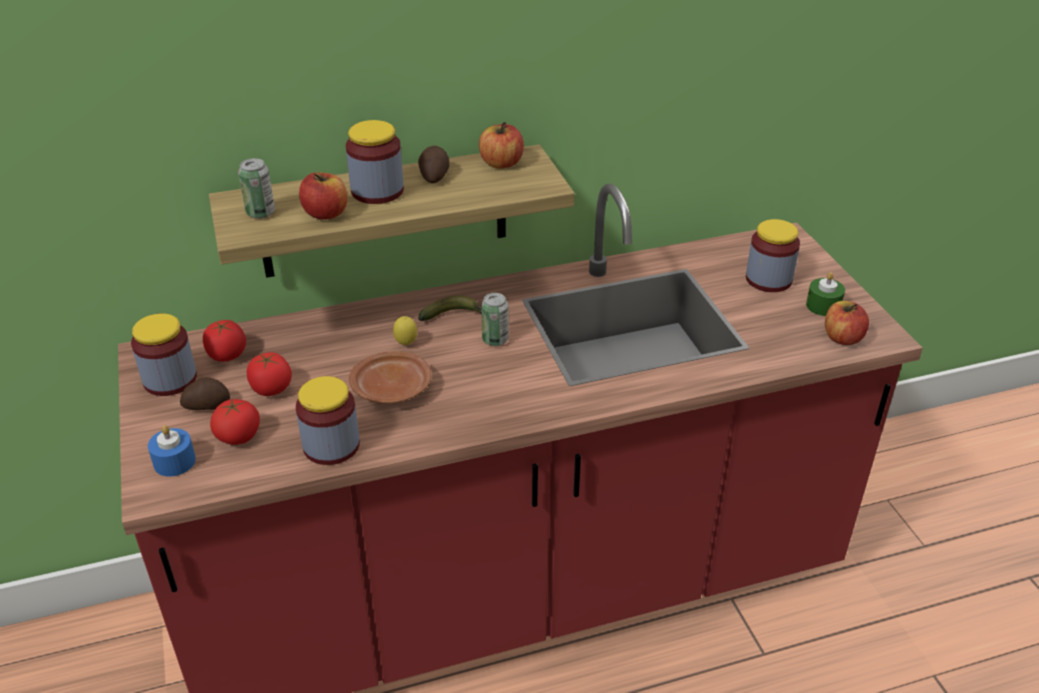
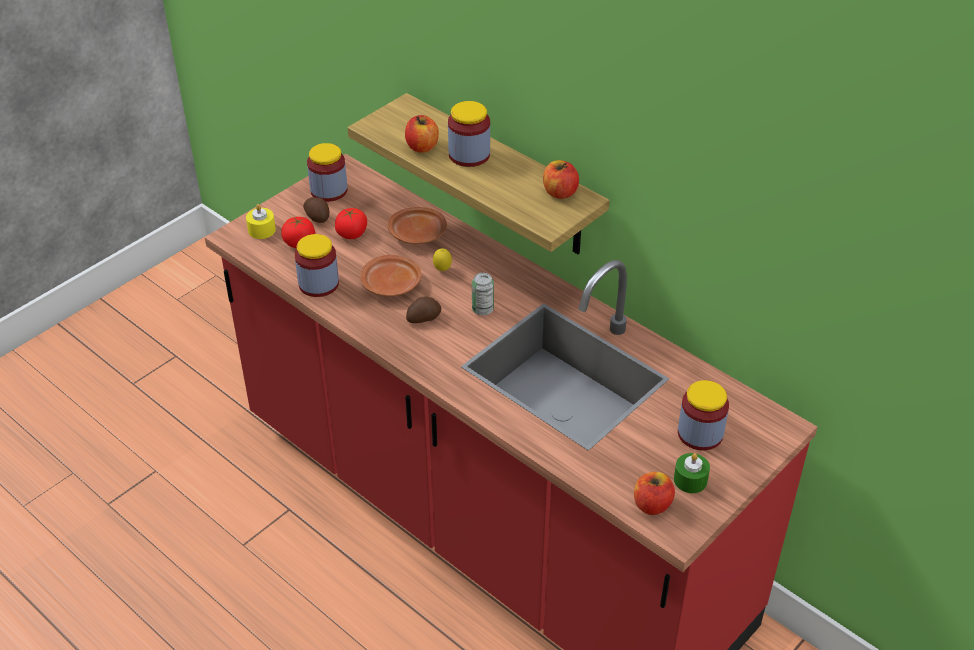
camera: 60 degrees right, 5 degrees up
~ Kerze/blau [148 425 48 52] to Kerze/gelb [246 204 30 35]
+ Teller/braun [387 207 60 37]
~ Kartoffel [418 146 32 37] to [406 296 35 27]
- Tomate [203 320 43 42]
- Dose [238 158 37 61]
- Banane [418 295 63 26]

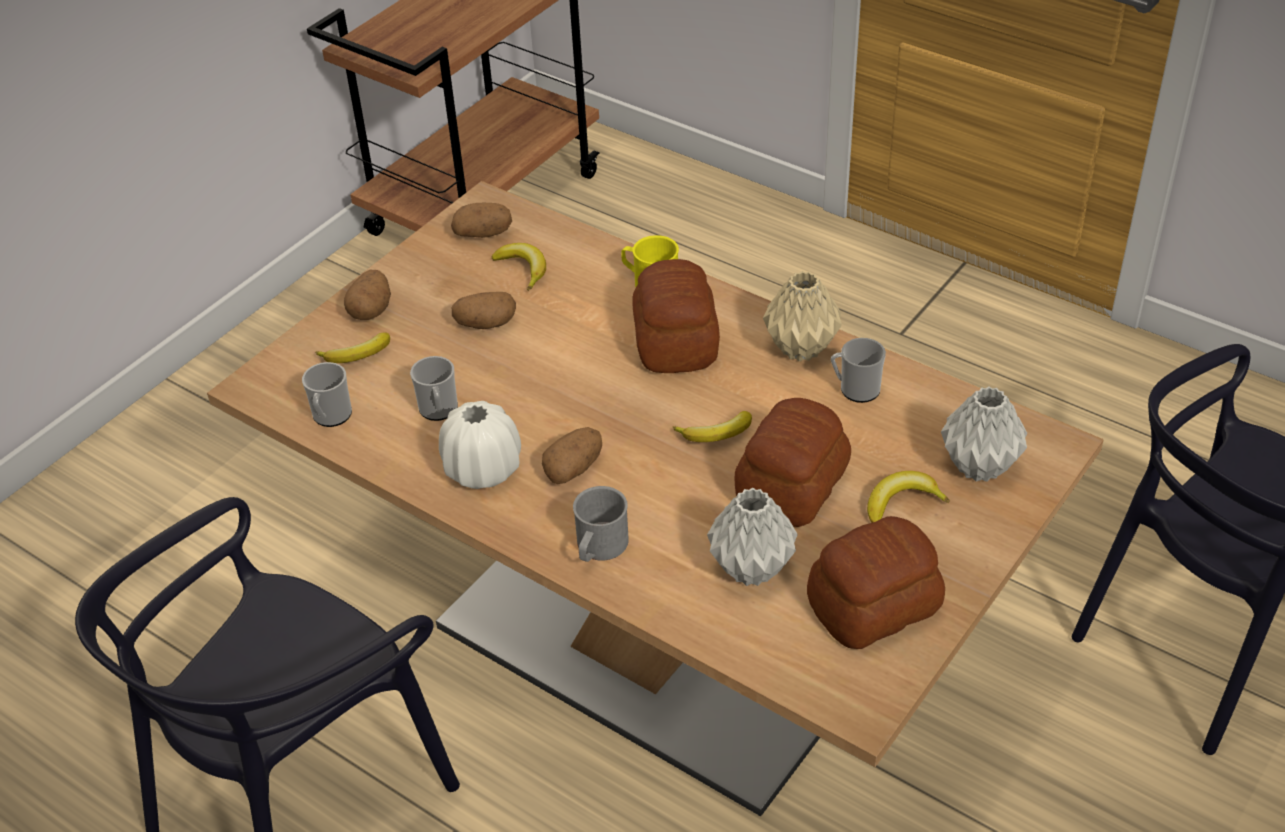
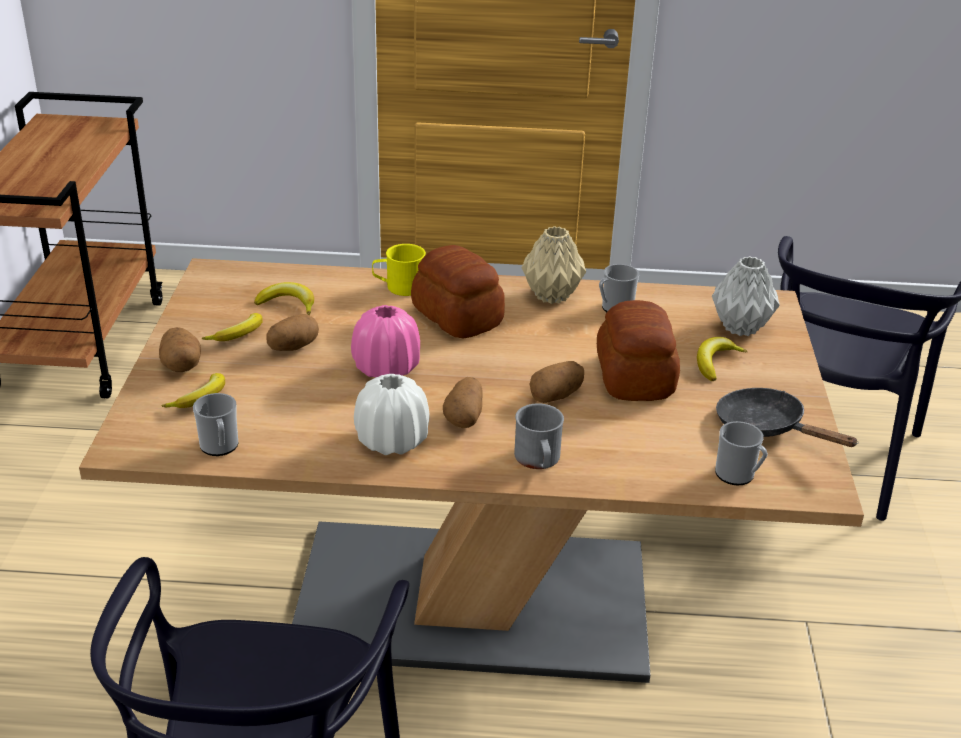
camera: 35 degrees left, 10 degrees down
~ Banane [673 411 79 31] to [202 313 61 28]
+ Vase/rosa [351 305 69 73]
~ Kartoffel [451 203 61 35] to [530 361 54 42]
~ Henkelbecher [410 356 48 65] to [715 421 53 65]
~ Brot [807 516 138 133] to Pfanne/schwarz [716 388 143 59]
- Vase/grau [707 488 91 98]

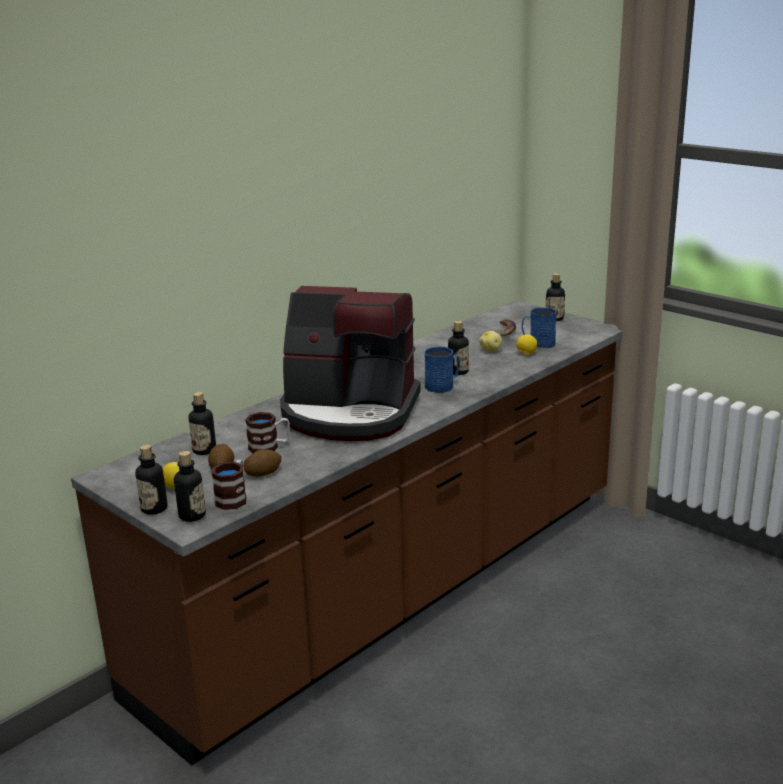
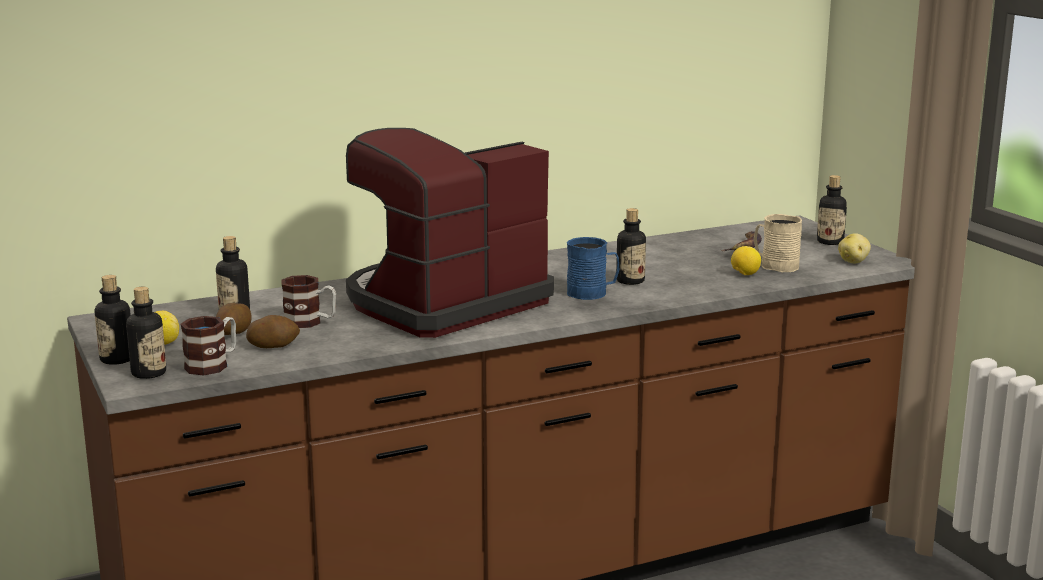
camera: 20 degrees right, 5 degrees down
~ Kaffeemaschine [280 286 141 155] = [346 128 208 210] 105 degrees clockwise
~ Henkelbecher/blau [522 308 35 40] to Henkelbecher/beige [754 214 48 58]
~ Kartoffel [479 331 23 21] to [838 233 33 30]

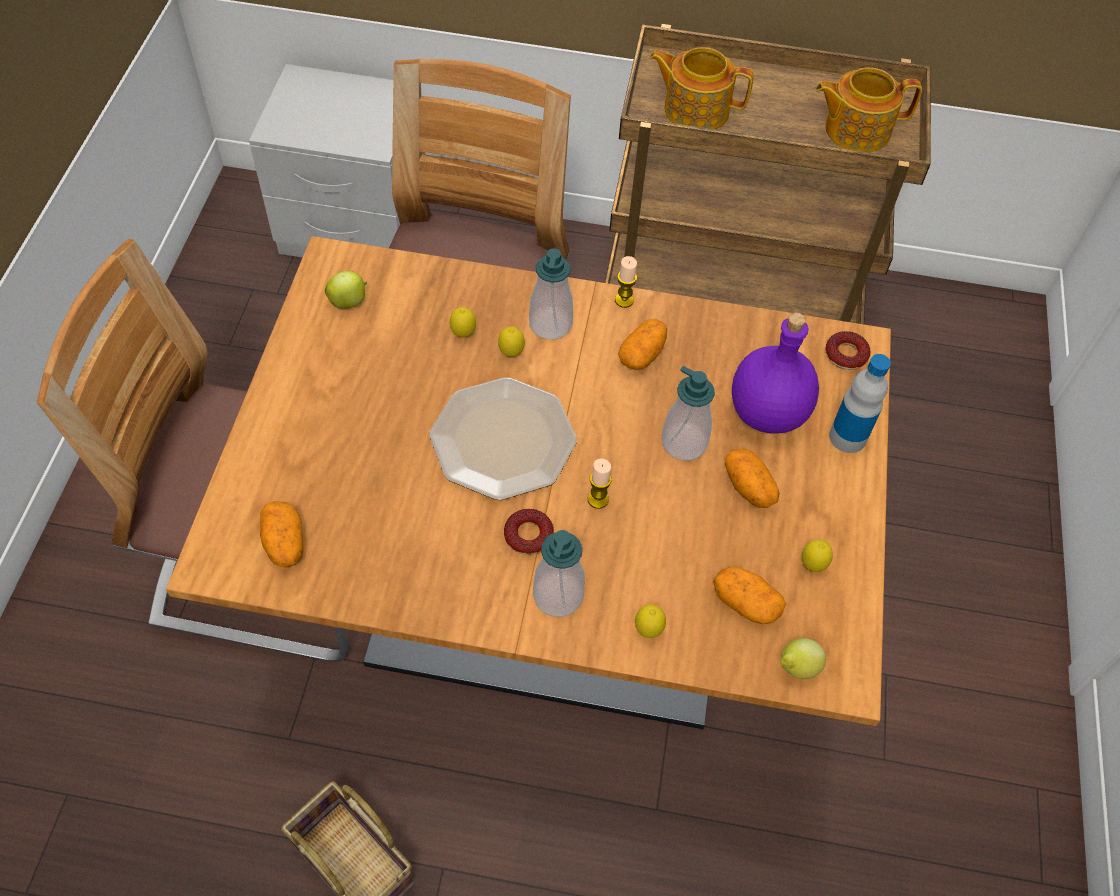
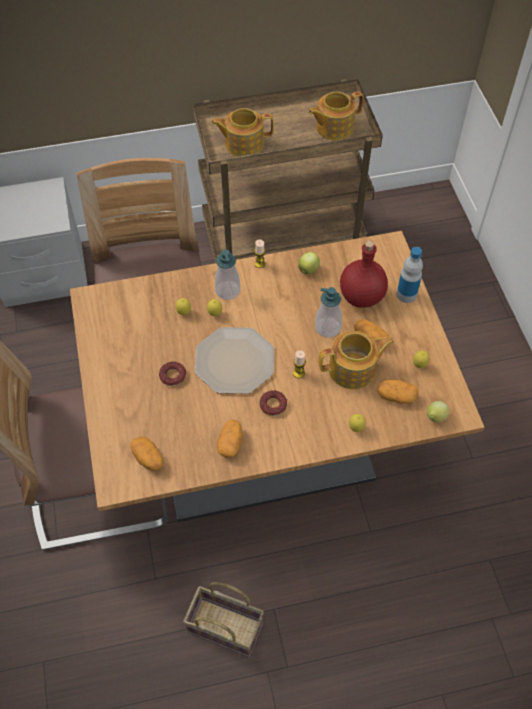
camera: 20 degrees left, 0 degrees up
~ Donut [825 331 46 39] to [159 362 27 24]
~ Kartoffel [618 319 49 51] to [217 419 26 39]
~ Apfel [325 271 42 38] to [298 252 22 22]
+ Teekanne [319 331 75 58]
~ Flasche/lila [732 312 87 122] to Flasche/rot [340 240 48 68]
- Seifenspender [533 530 52 87]

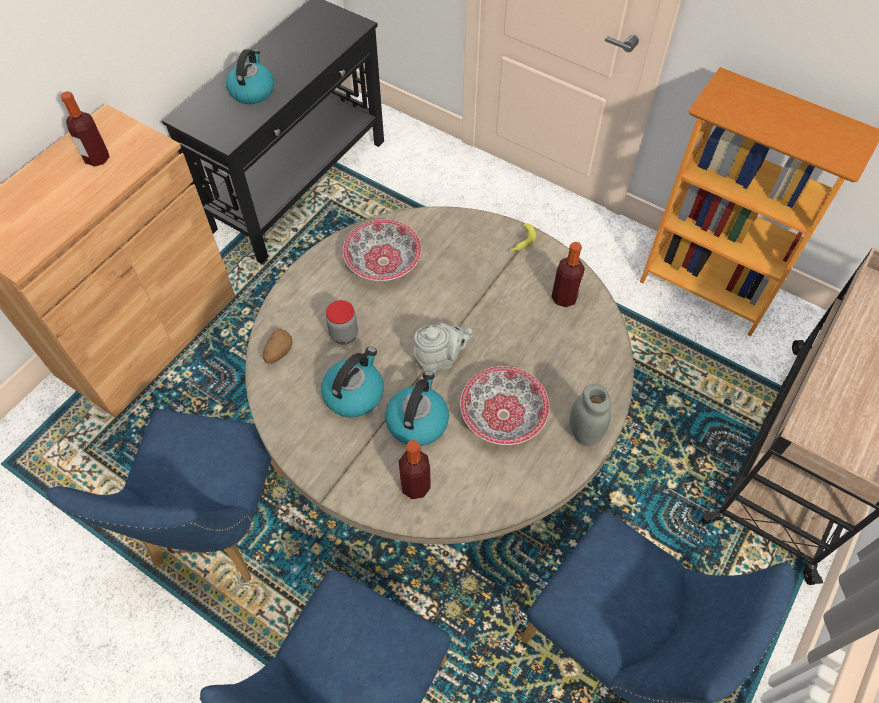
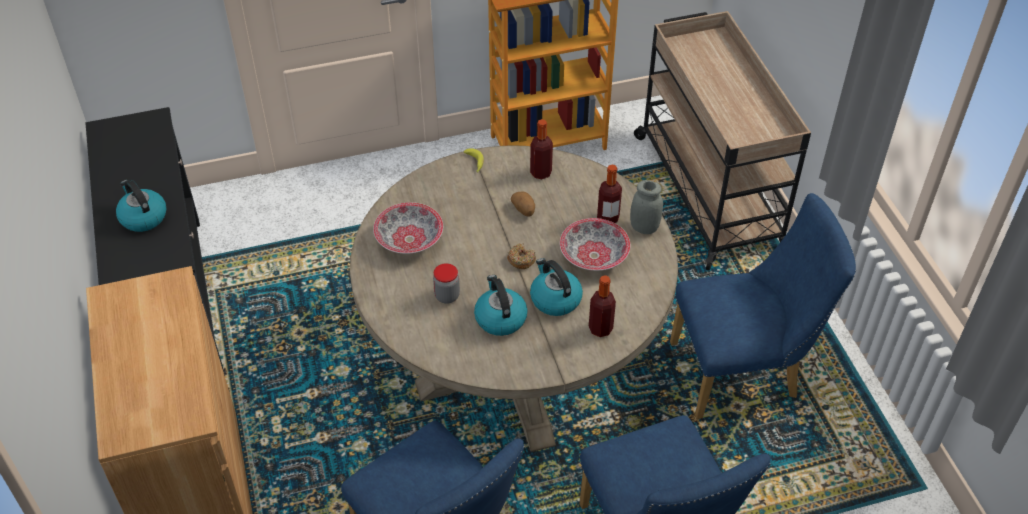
camera: 50 degrees left, 10 degrees down
~ Teekanne/grau [413 323 61 50] to Donut [507 244 29 25]
~ Kartoffel [263 329 29 35] to [511 191 24 26]
~ Flasche [61 91 49 76] to [597 165 25 58]

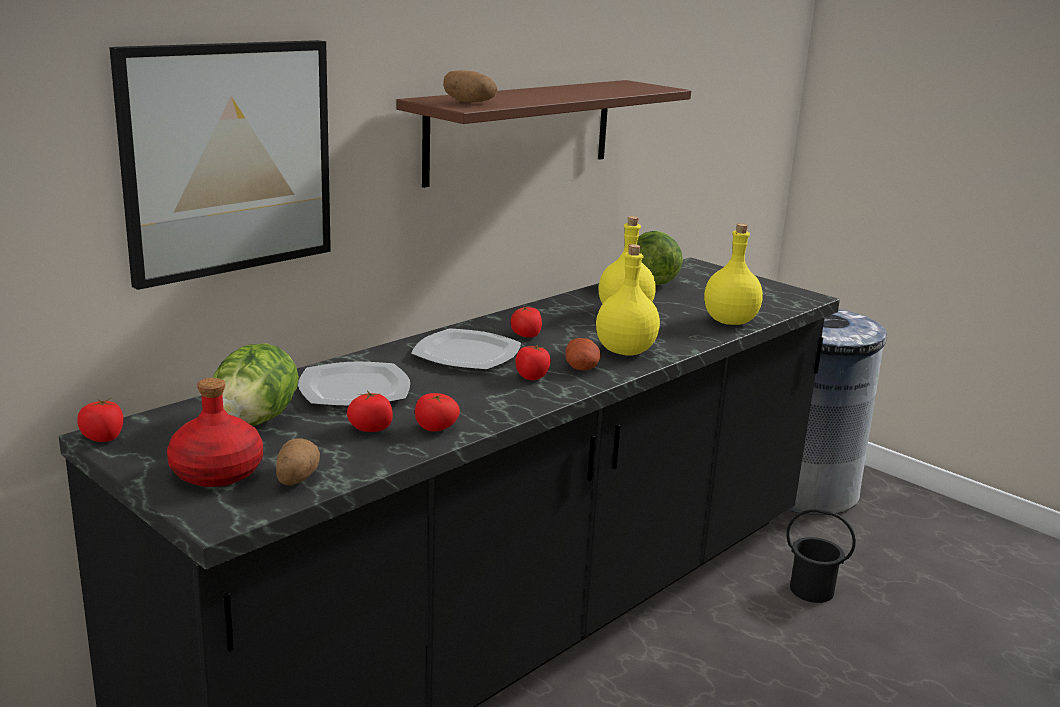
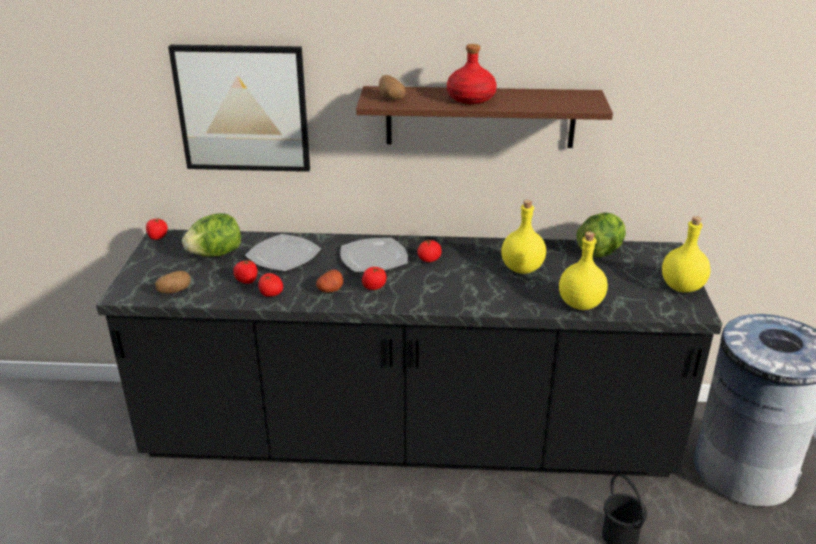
camera: 50 degrees right, 10 degrees up
~ Kartoffel [565 338 36 32] to [316 270 27 23]
~ Flasche/rot [167 378 96 109] to [447 44 50 60]
~ Flasche/gelb [596 244 64 112] to [662 216 48 77]

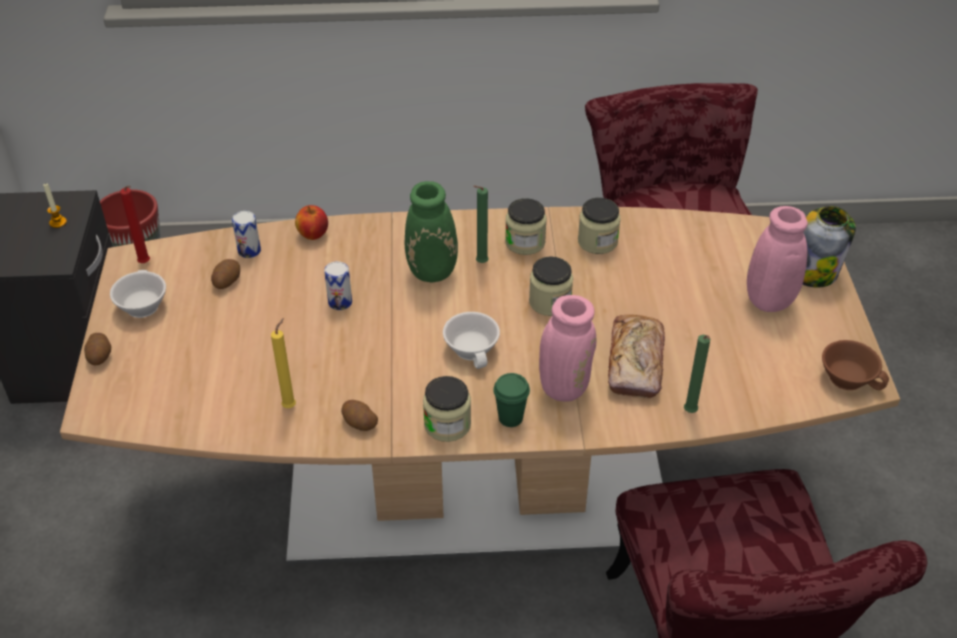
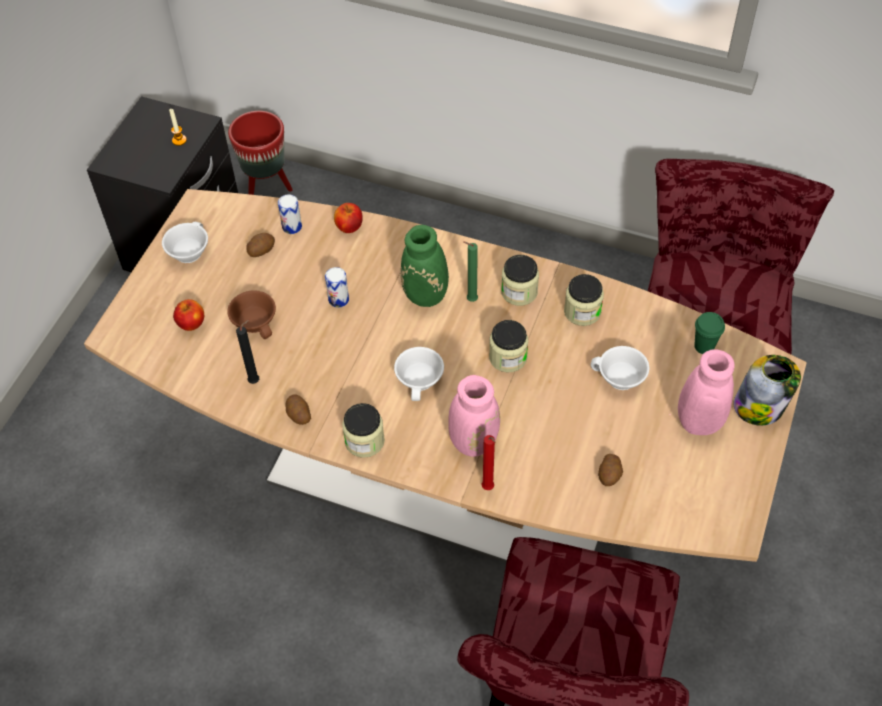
camera: 25 degrees right, 10 degrees up
+ Apfel [173 299 31 32]
~ Tasse/braun [822 340 67 50] to [228 291 48 48]
~ Kerze/gelb [271 318 25 90] to Kerze/schwarz [236 319 23 65]
~ Kerze/rot [120 186 30 77] to [482 435 13 55]
+ Tasse/weiß [591 346 59 44]
~ Kartoffel [84 333 27 33] to [598 454 25 32]
~ Tasse/grün [493 373 37 54] to [694 312 31 42]
- Brot [608 315 57 84]
- Kerze/grün [684 335 26 78]

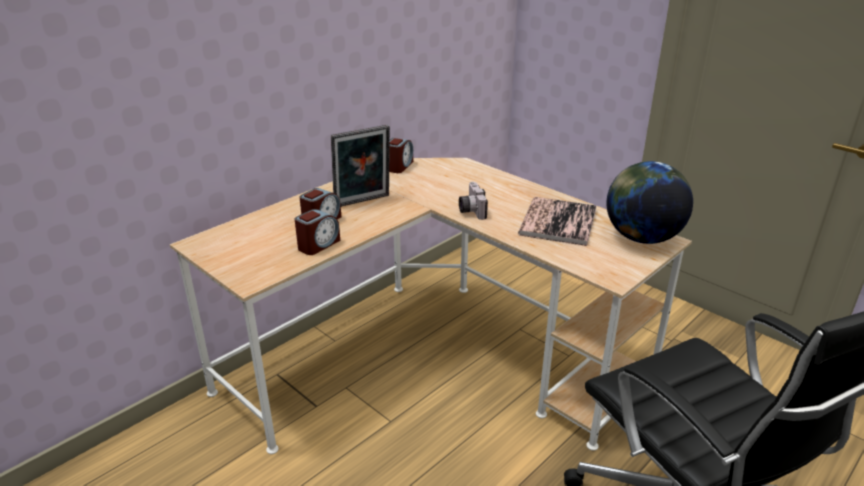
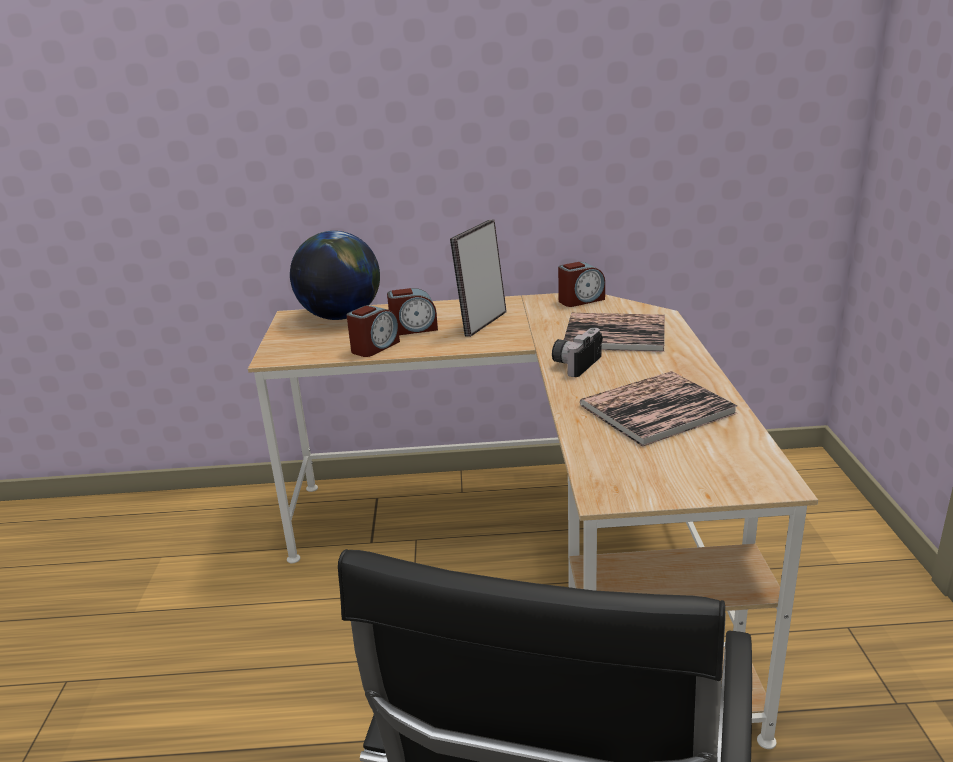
camera: 45 degrees right, 5 degrees down
~ Globus [607 161 86 83] to [290 231 90 89]
~ Wecker [295 209 45 46] = [347 305 53 52] 45 degrees counterclockwise
~ Bilderrahmen [331 125 59 82] = [450 220 56 117] 105 degrees clockwise
+ Buch [564 313 101 39]

